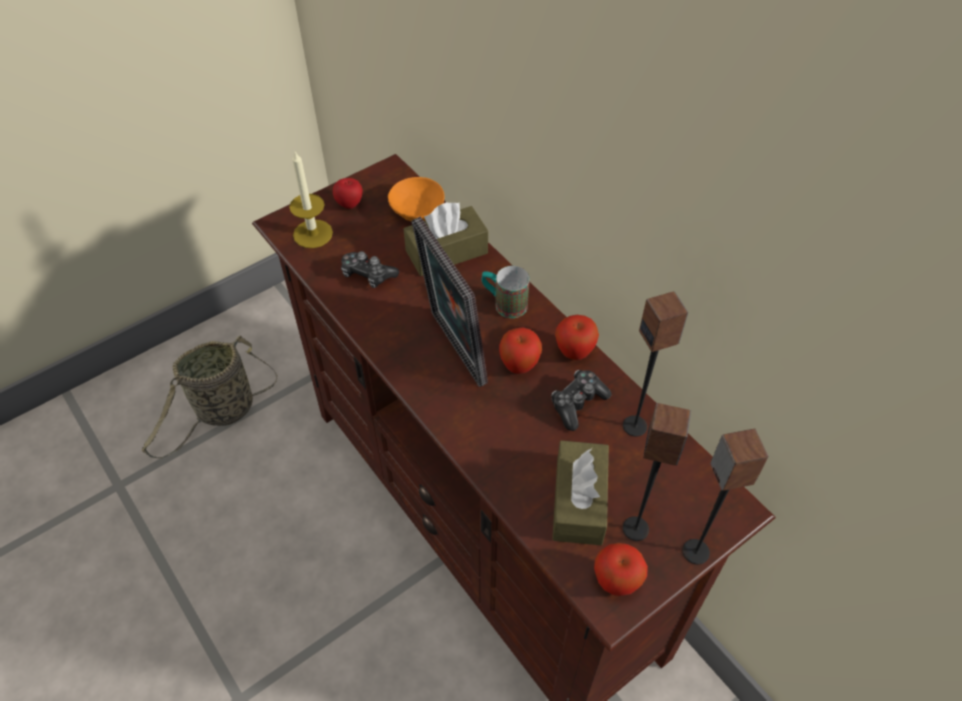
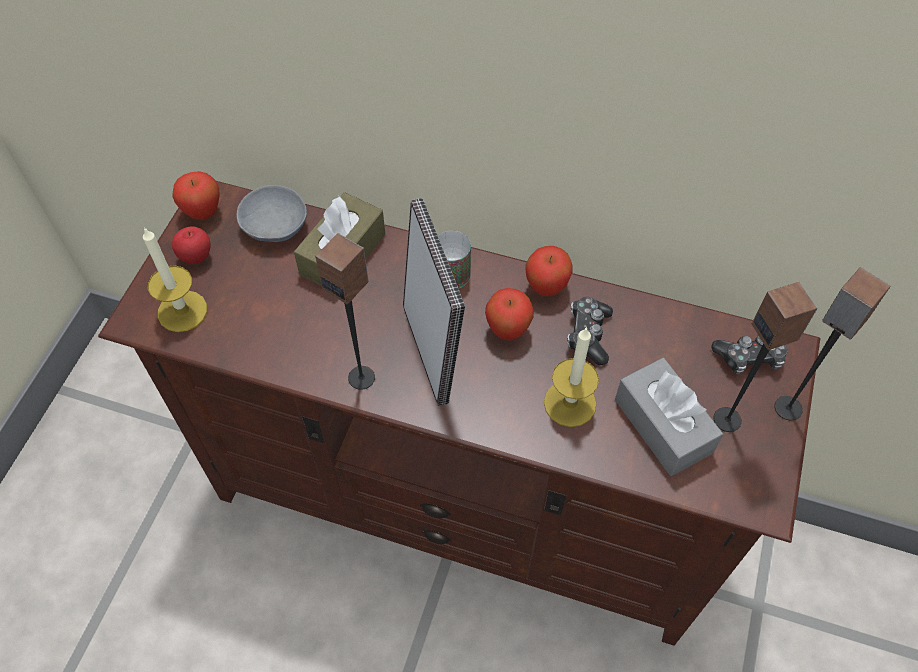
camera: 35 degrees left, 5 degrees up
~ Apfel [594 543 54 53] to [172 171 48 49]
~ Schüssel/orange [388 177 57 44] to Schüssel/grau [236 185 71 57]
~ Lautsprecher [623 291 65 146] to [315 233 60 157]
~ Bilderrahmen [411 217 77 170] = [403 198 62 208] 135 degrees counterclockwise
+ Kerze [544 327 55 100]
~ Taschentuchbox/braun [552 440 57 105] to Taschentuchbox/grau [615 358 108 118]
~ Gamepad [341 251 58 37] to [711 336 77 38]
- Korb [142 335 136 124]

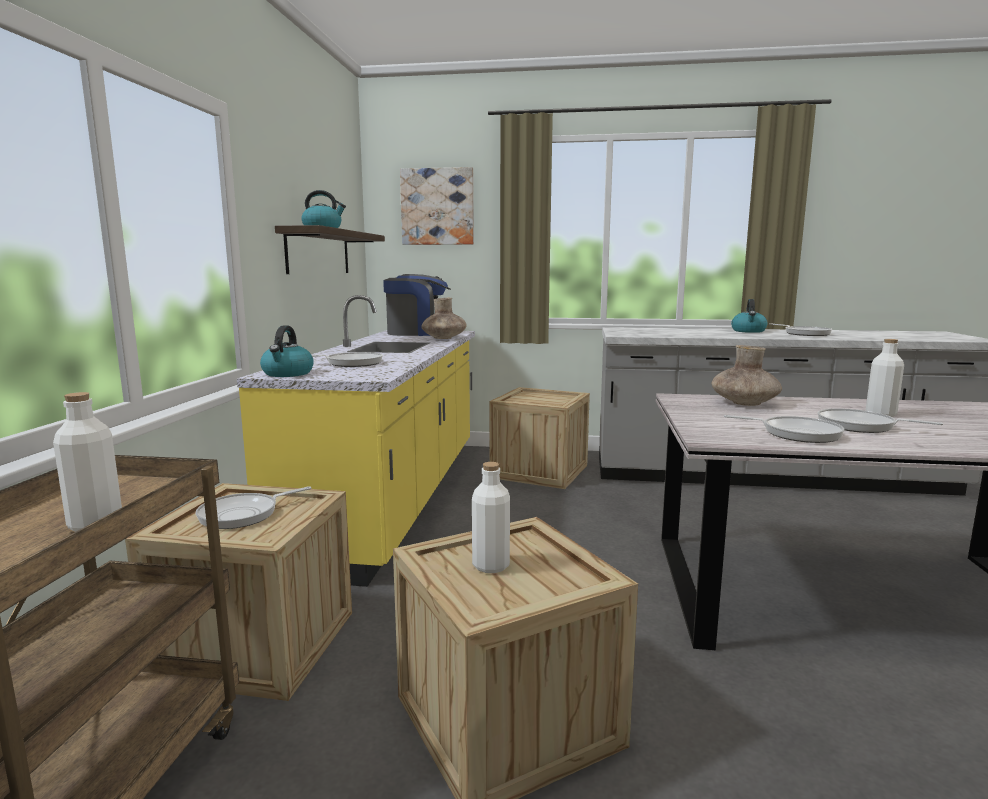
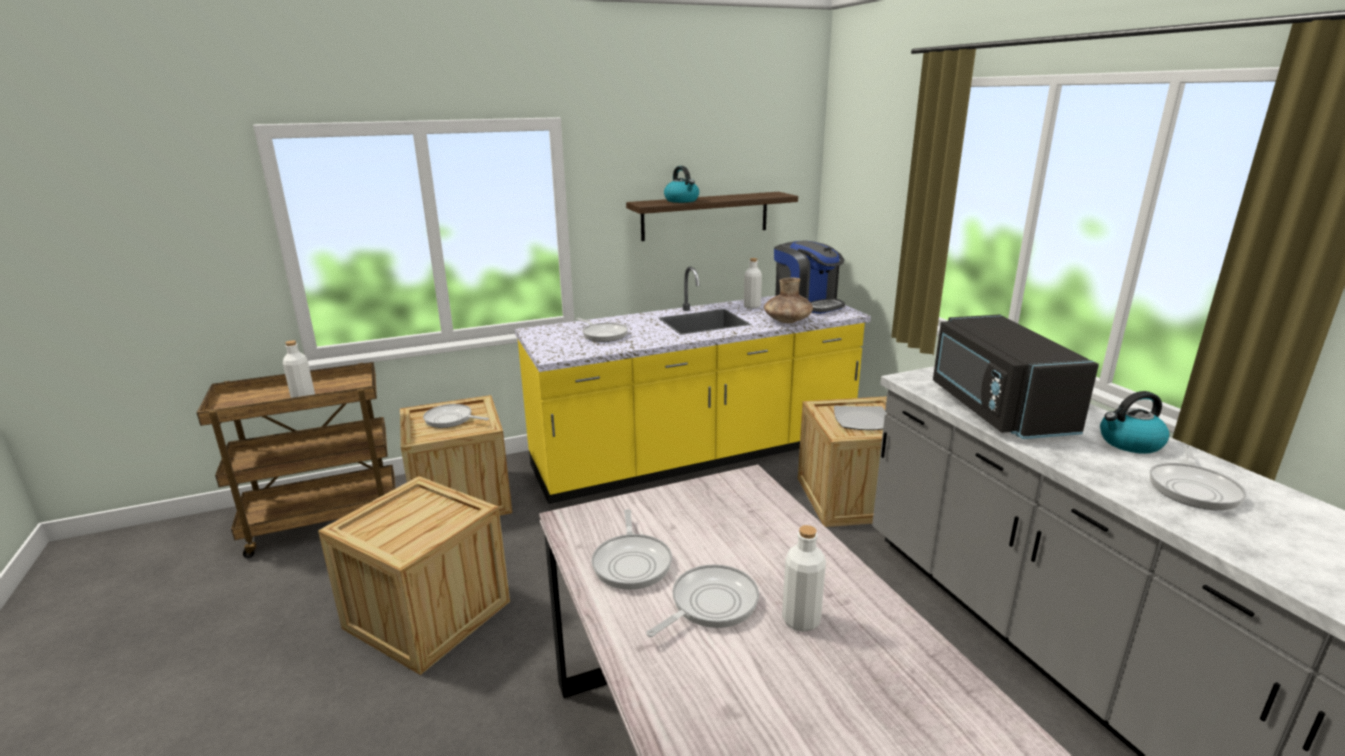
camera: 60 degrees right, 10 degrees up
~ Pfanne [818 408 125 25] = [646 564 113 73] 45 degrees clockwise
~ Flasche/weiß [472 462 38 111] to [744 258 18 51]
+ Teller [834 406 53 24]
+ Mikrowelle/schwarz [933 315 166 124]
- Wasserkessel [260 325 54 52]
- Bild [400 167 74 78]
- Vase/braun [712 345 70 61]

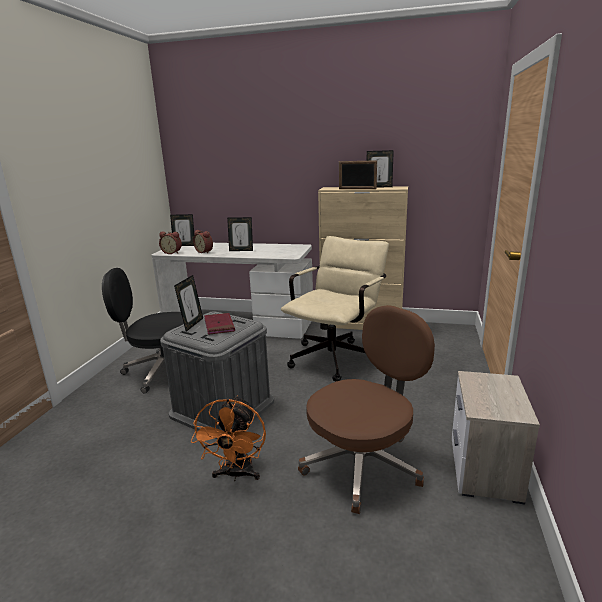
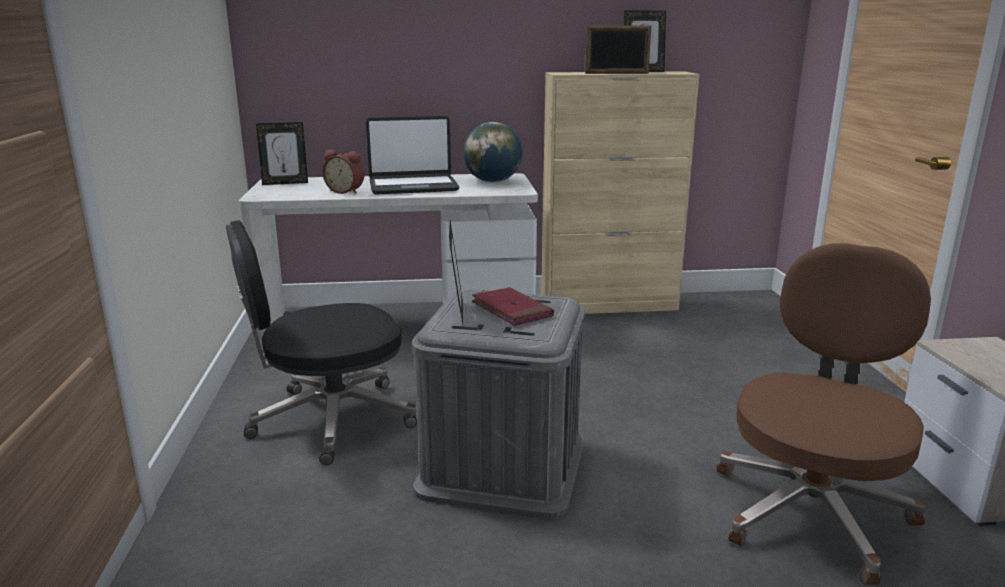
camera: 20 degrees left, 0 degrees up
~ Bilderrahmen [227 217 26 34] to Laptop [366 116 93 79]
+ Globus [463 122 60 60]
- Wecker [159 231 23 23]
- Ventilator/orange [190 396 76 85]
- Bürostuhl/beige [281 236 108 146]

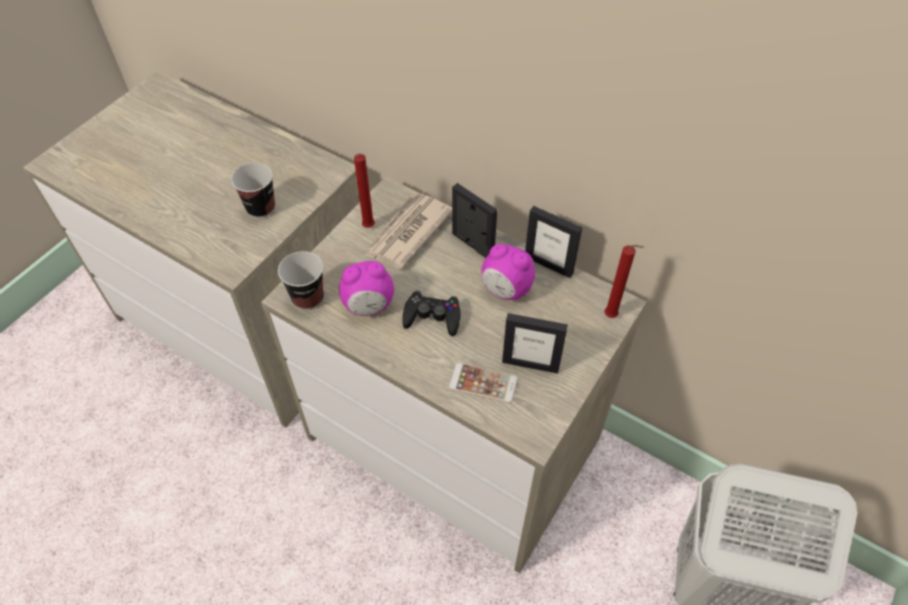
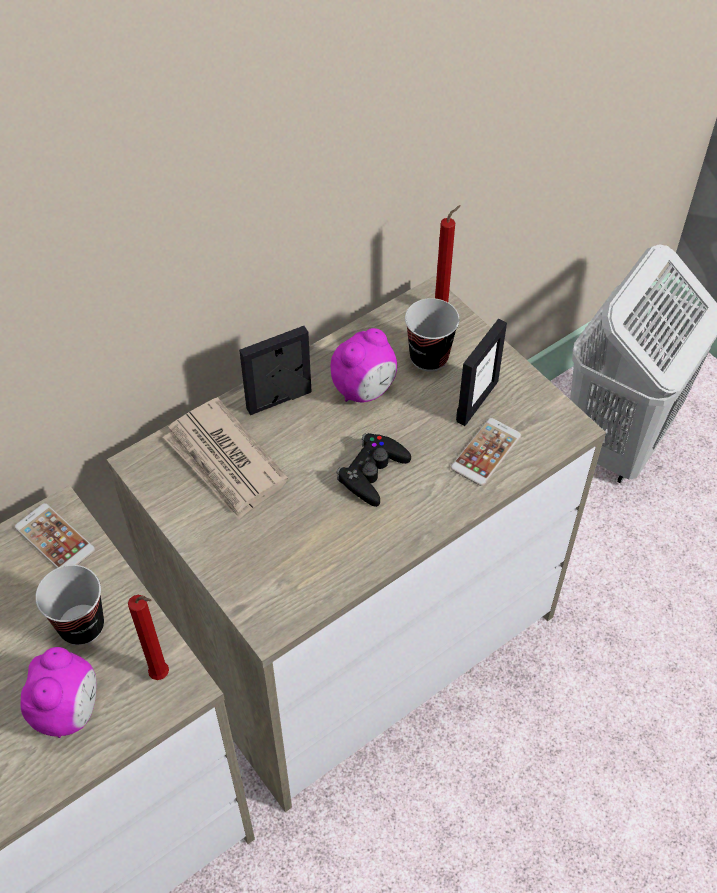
camera: 70 degrees left, 0 degrees up
+ Handy [15 503 80 65]
~ Wecker [339 261 55 55] to [21 647 75 91]
~ Kerze/rot [354 154 21 74] to [128 595 41 85]
~ Tasse [278 251 46 59] to [405 298 55 74]
- Bilderrahmen [525 206 57 72]

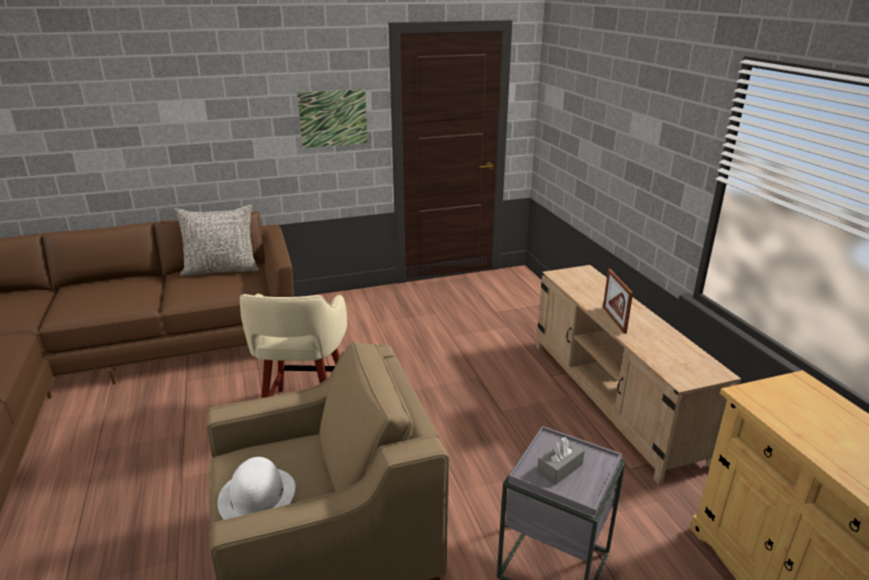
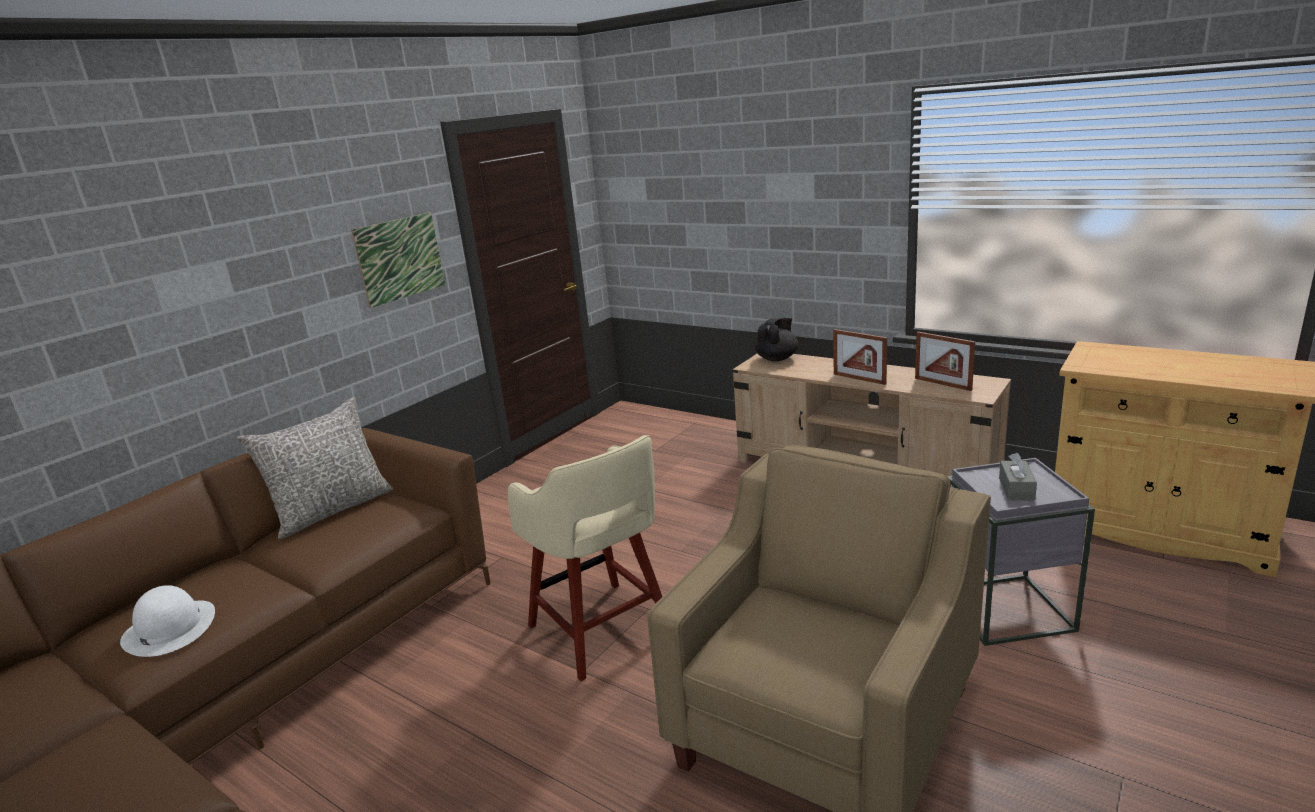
camera: 35 degrees left, 5 degrees down
~ Hut/weiß [218 457 77 63] to [120 585 95 72]
+ Teekanne/schwarz [755 318 44 43]
+ Bilderrahmen [915 332 60 59]

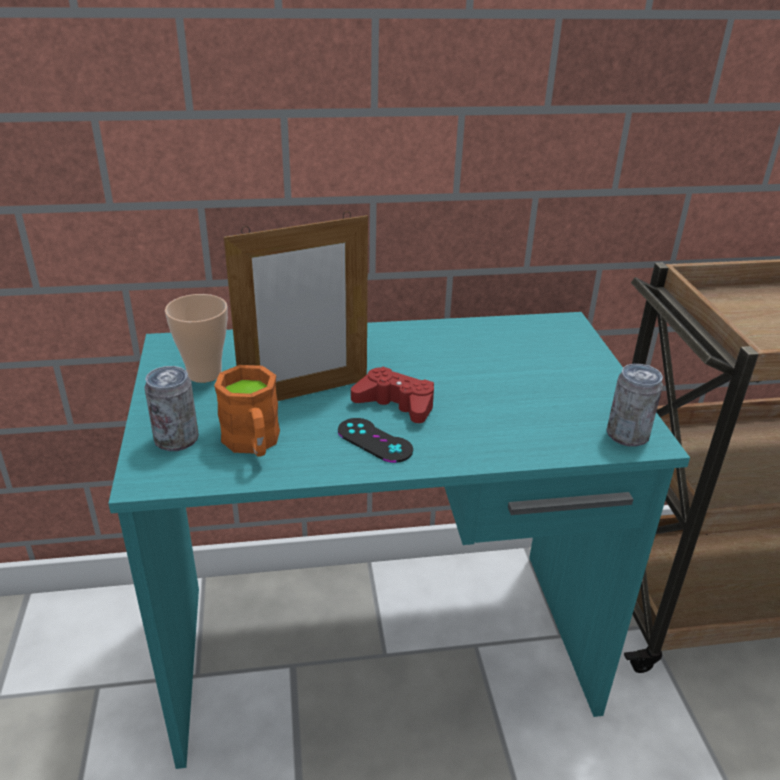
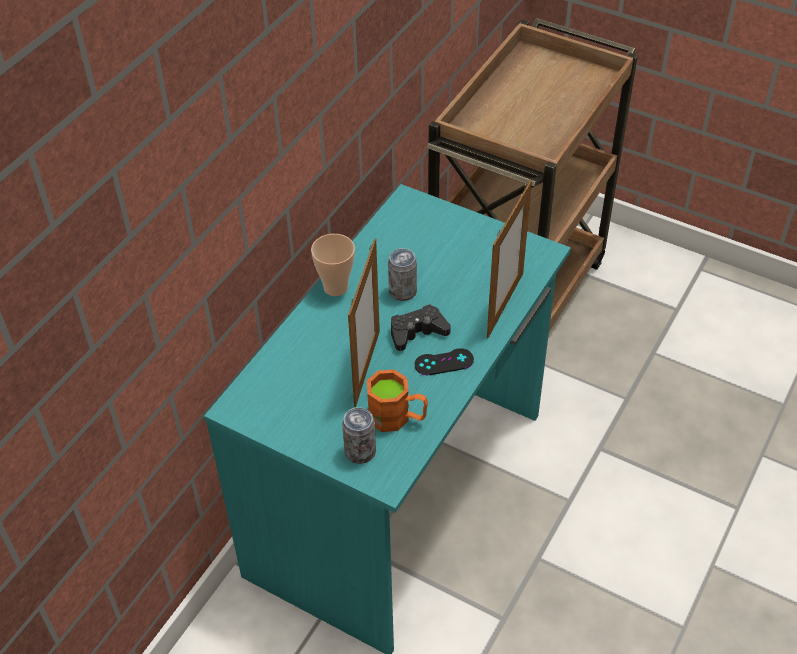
camera: 50 degrees left, 15 degrees up
~ Tasse [165 294 63 89] to [311 234 44 62]
~ Dose [606 364 57 83] to [388 248 29 53]
~ Gamepad/rot [351 367 83 56] to Gamepad/schwarz [391 304 60 47]
+ Bilderrahmen [487 180 45 158]

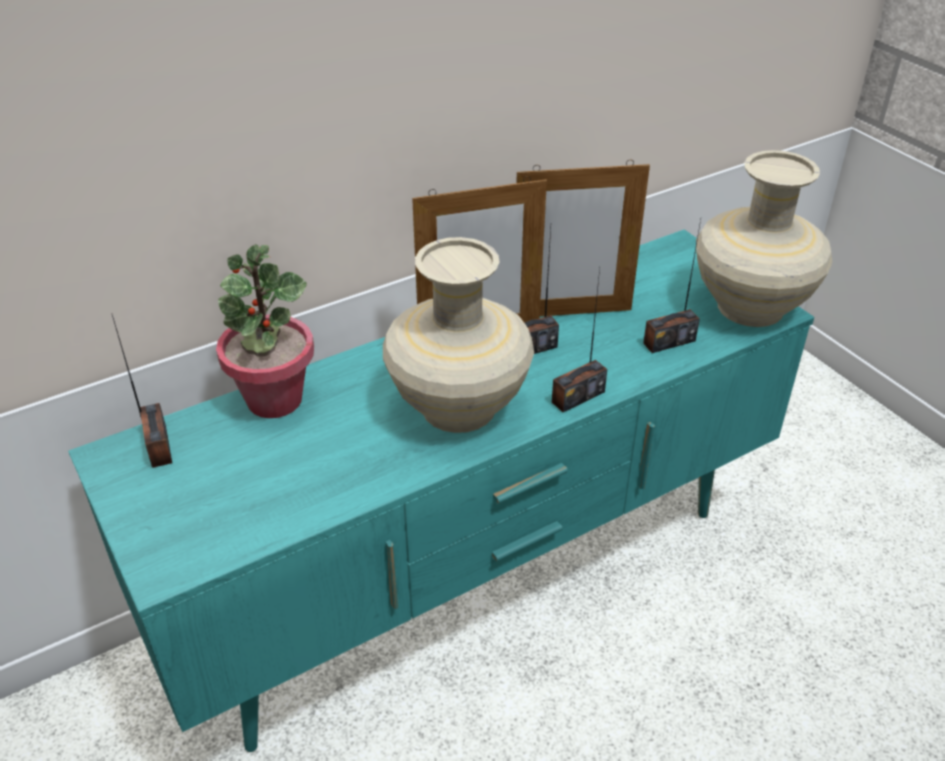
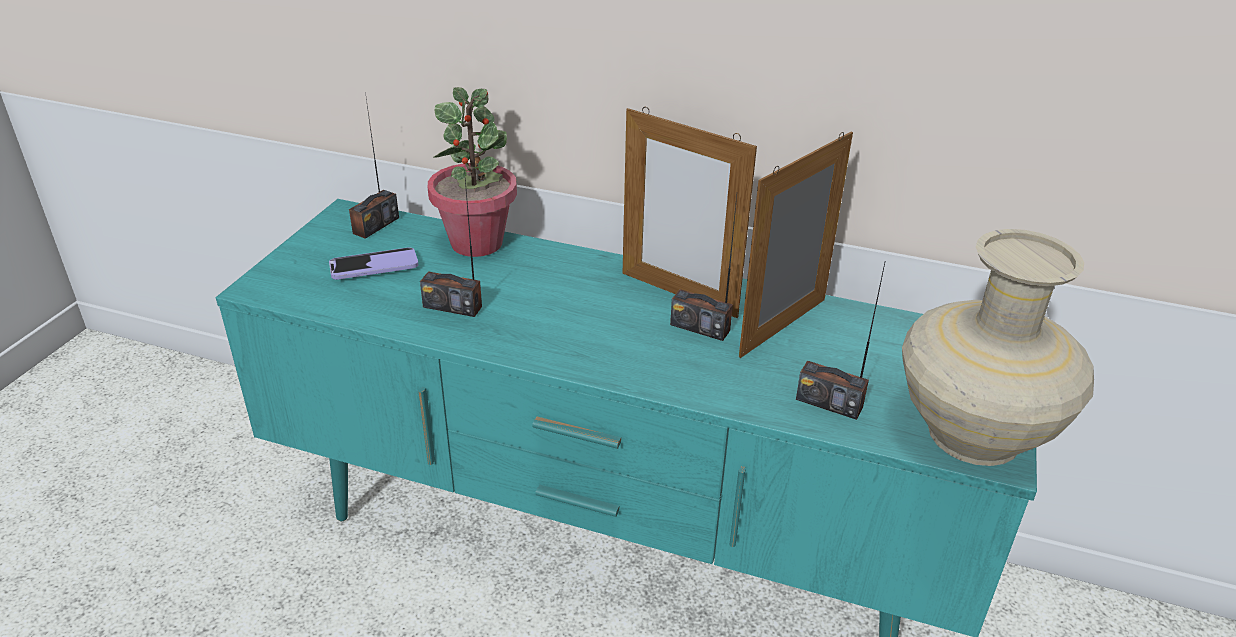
camera: 50 degrees right, 5 degrees down
+ Handy [329 247 90 33]
~ Radio [552 269 55 143] to [420 171 62 146]
~ Bilderrahmen [516 159 134 158] = [739 132 114 226] 90 degrees clockwise
- Vase/beige [383 237 151 196]

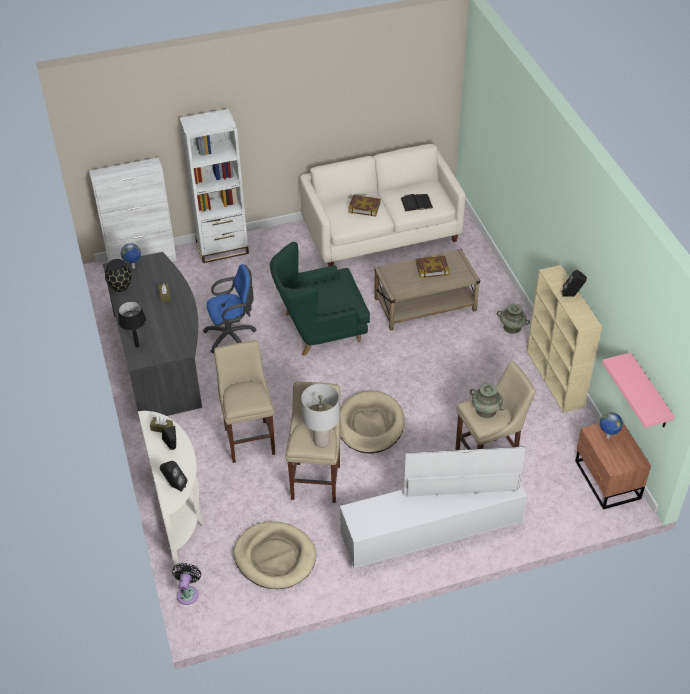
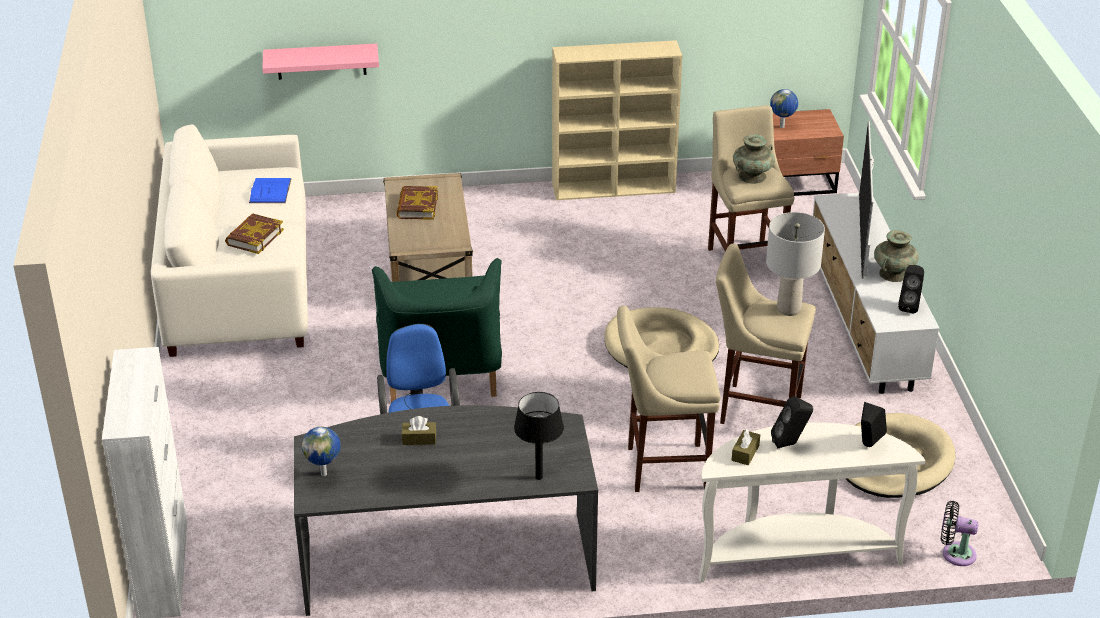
camera: 80 degrees left, 10 degrees down
~ Buch/schwarz [401 194 32 18] to Buch/blau [249 178 42 25]
~ Wandregal/rosa [602 353 73 75] to [262 43 117 37]
~ Vase/türkis [497 304 33 30] to [874 230 45 52]
~ Lautsprecher/schwarz [561 270 26 27] to [898 265 26 49]
- Vase/schwarz [105 259 26 33]
- Bücherregal/weiß [179 109 70 154]

